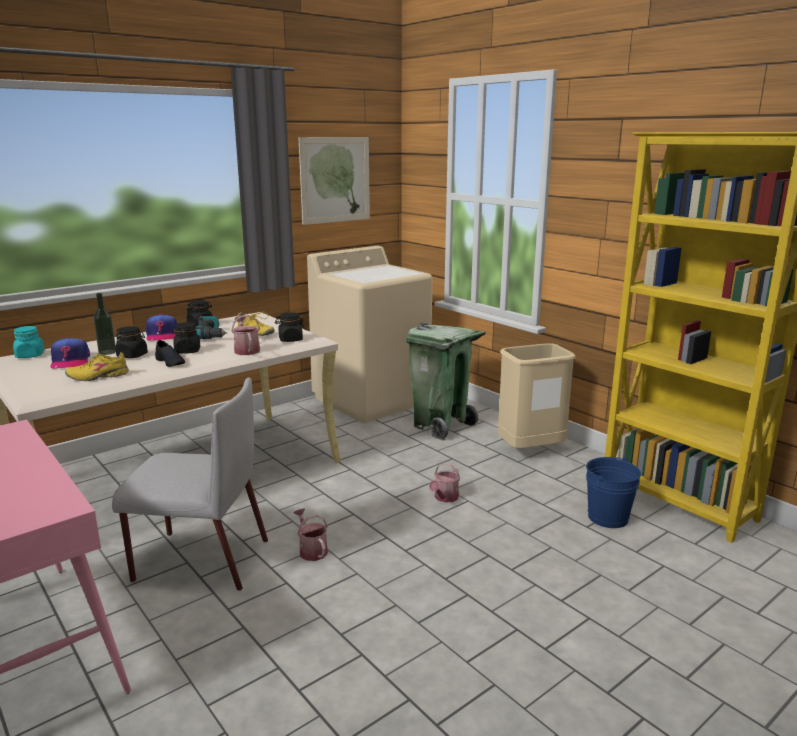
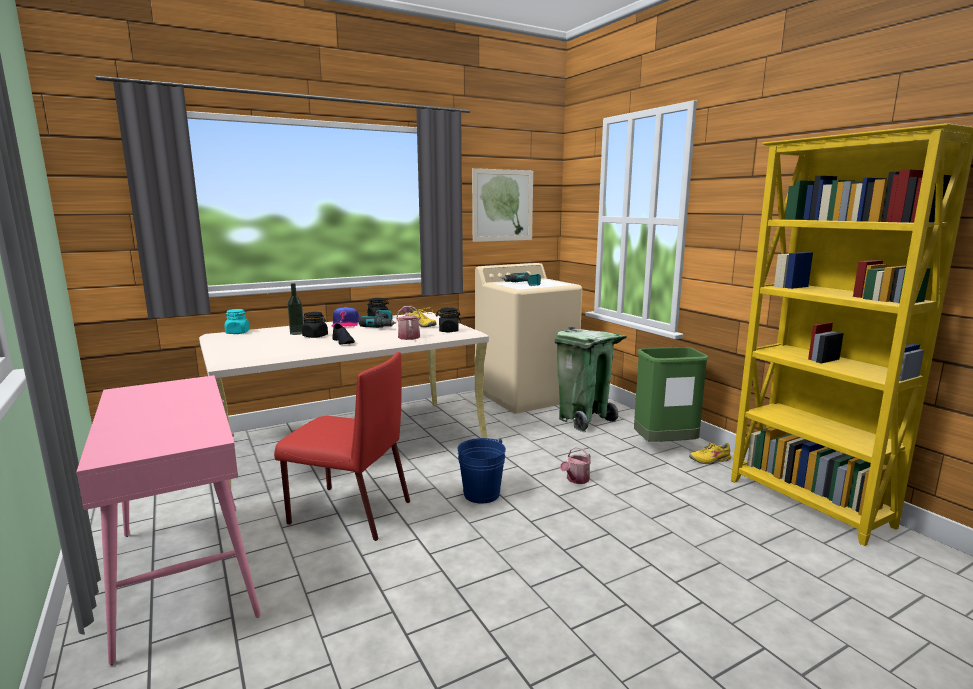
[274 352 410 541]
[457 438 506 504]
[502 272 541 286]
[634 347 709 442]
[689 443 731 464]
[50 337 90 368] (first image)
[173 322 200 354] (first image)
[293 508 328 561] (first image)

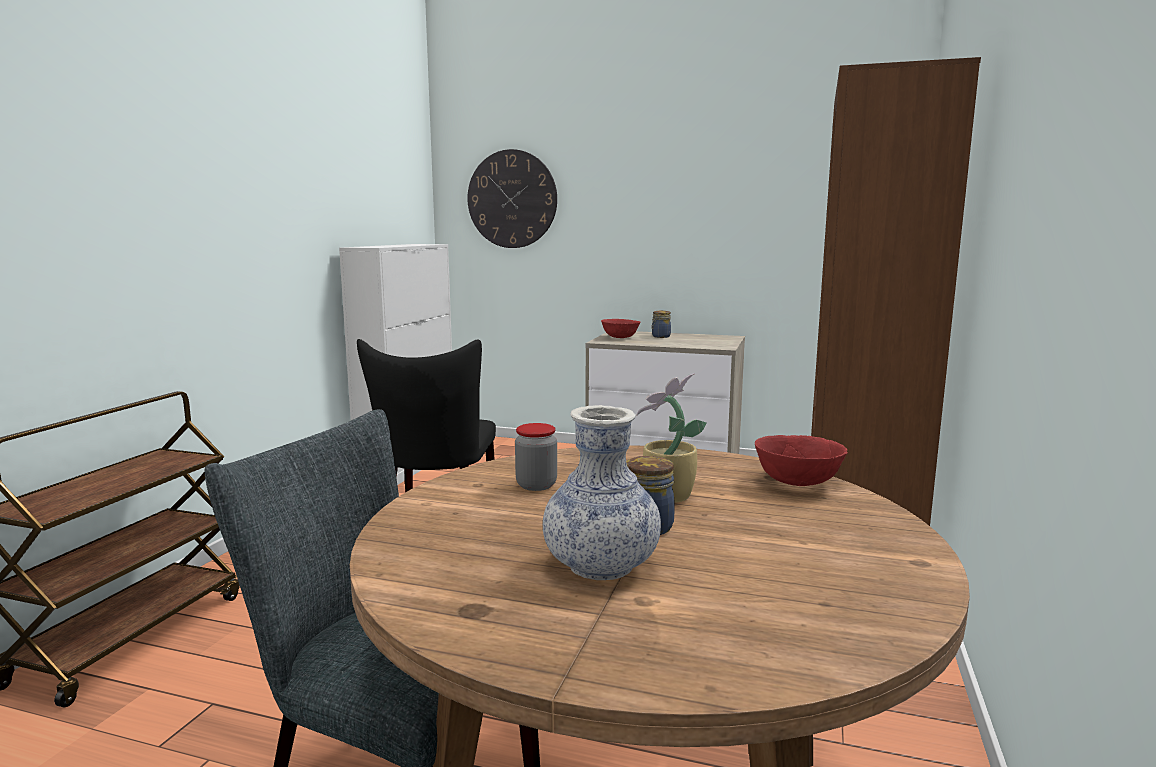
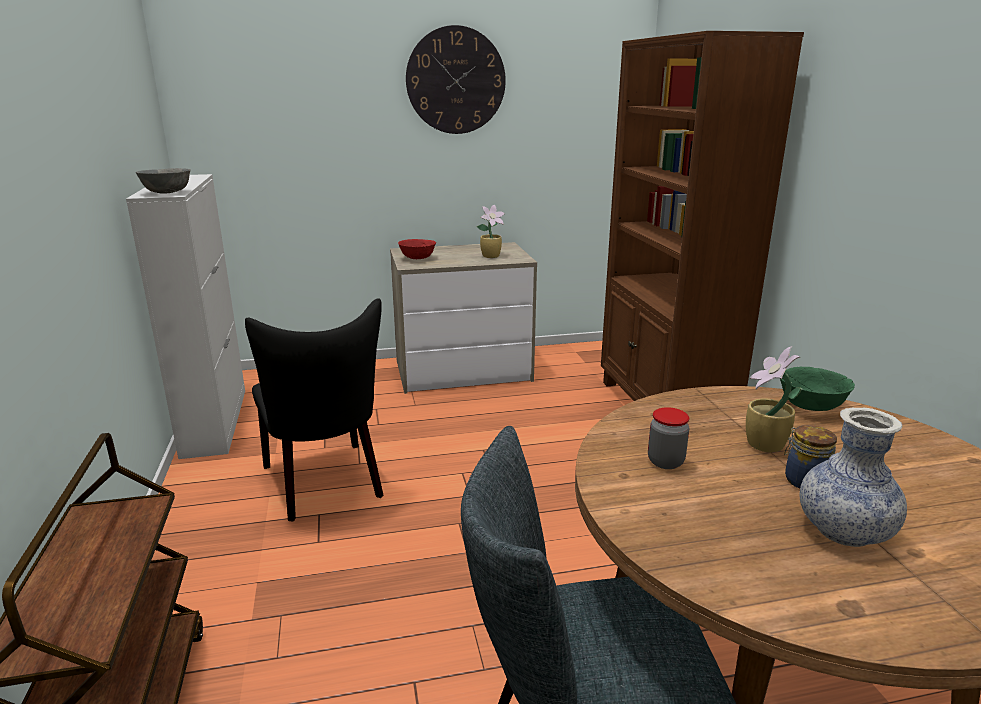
[136 168 190 194]
[406 25 506 134]
[477 205 505 258]
[780 367 855 411]
[651 310 671 338] (first image)

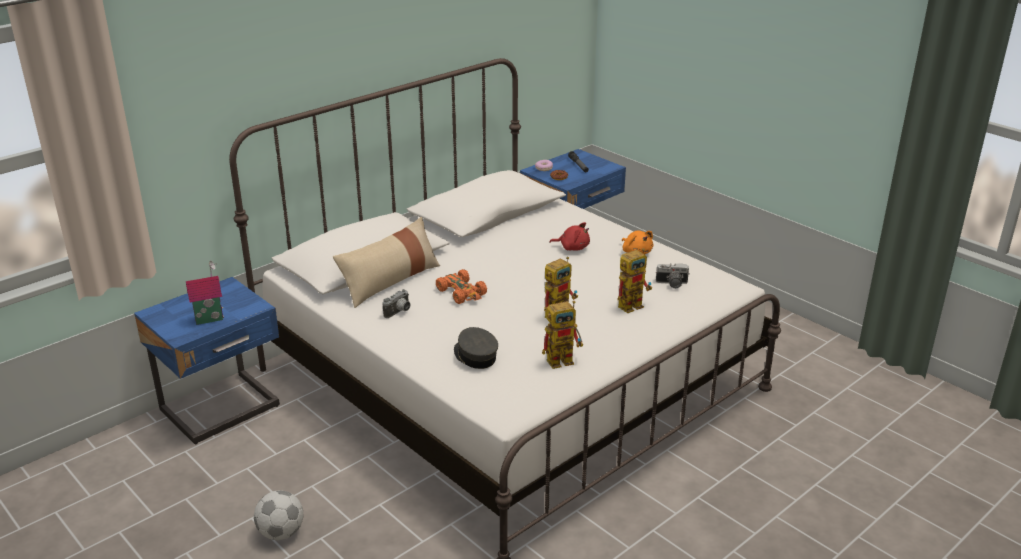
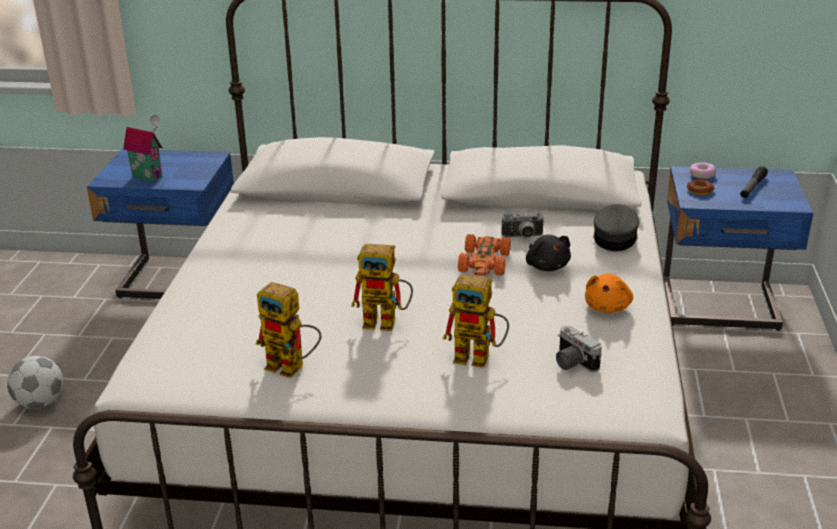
[458 234 511 276]
[501 212 544 238]
[526 235 571 271]
[593 204 639 251]
[333 217 440 308] (first image)

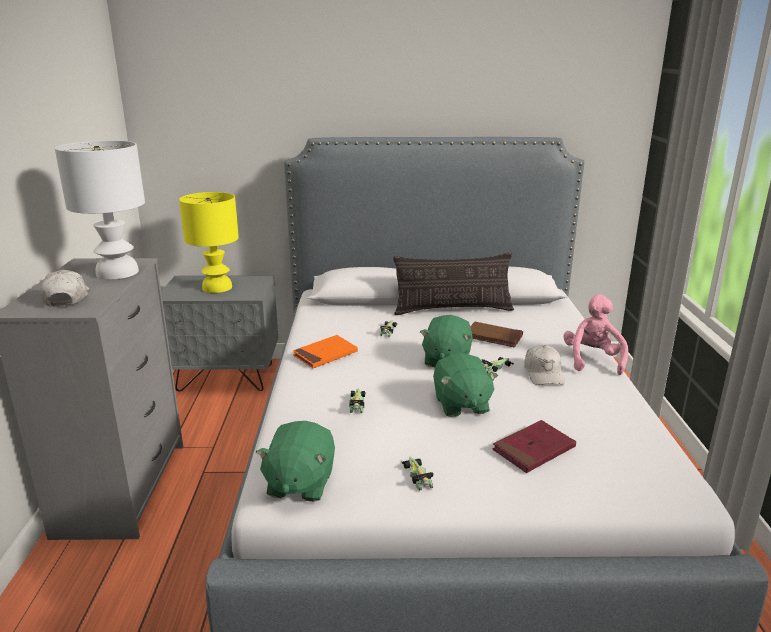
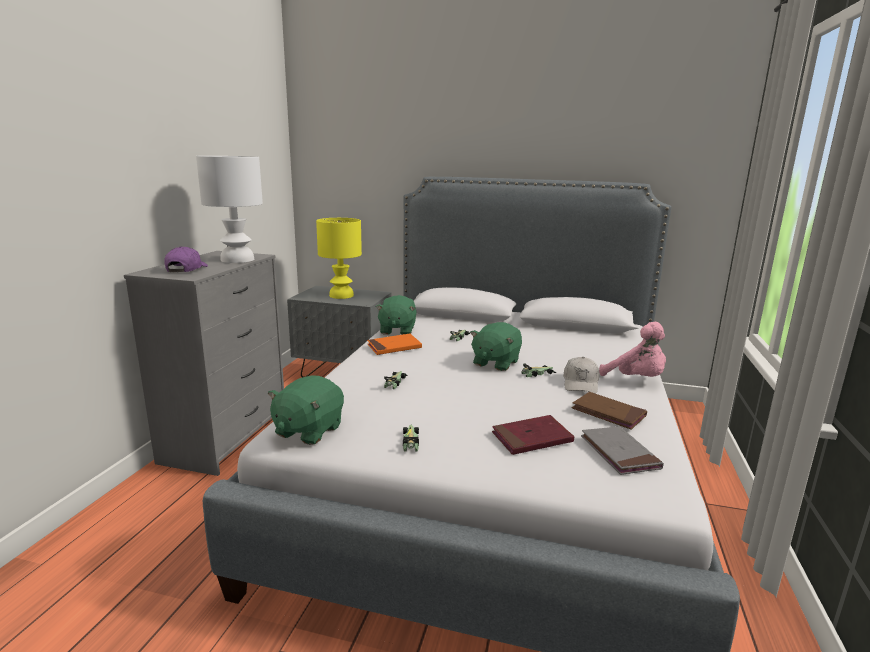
[164 246 208 272]
[376 295 416 335]
[572 392 647 430]
[581 426 664 475]
[599 322 666 377]
[393 253 514 315] (first image)

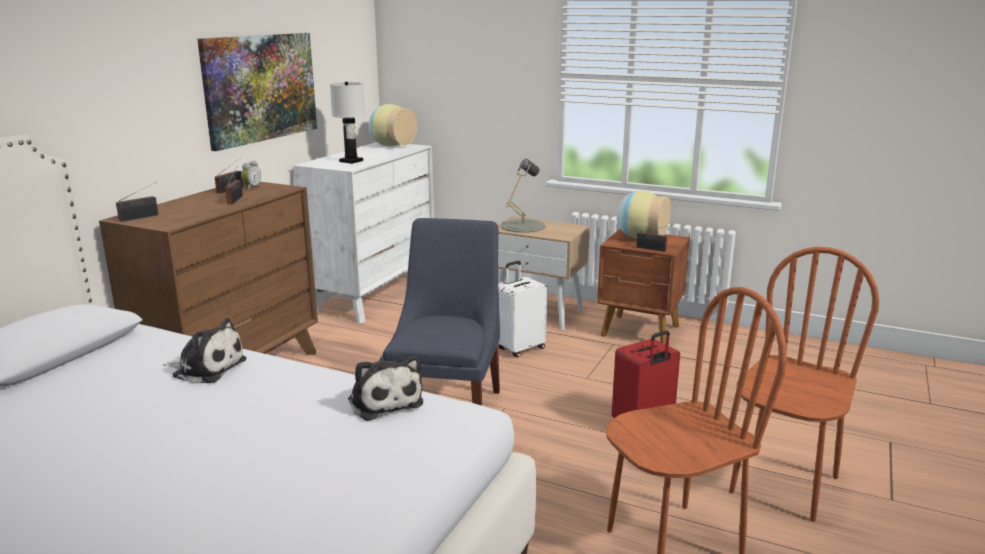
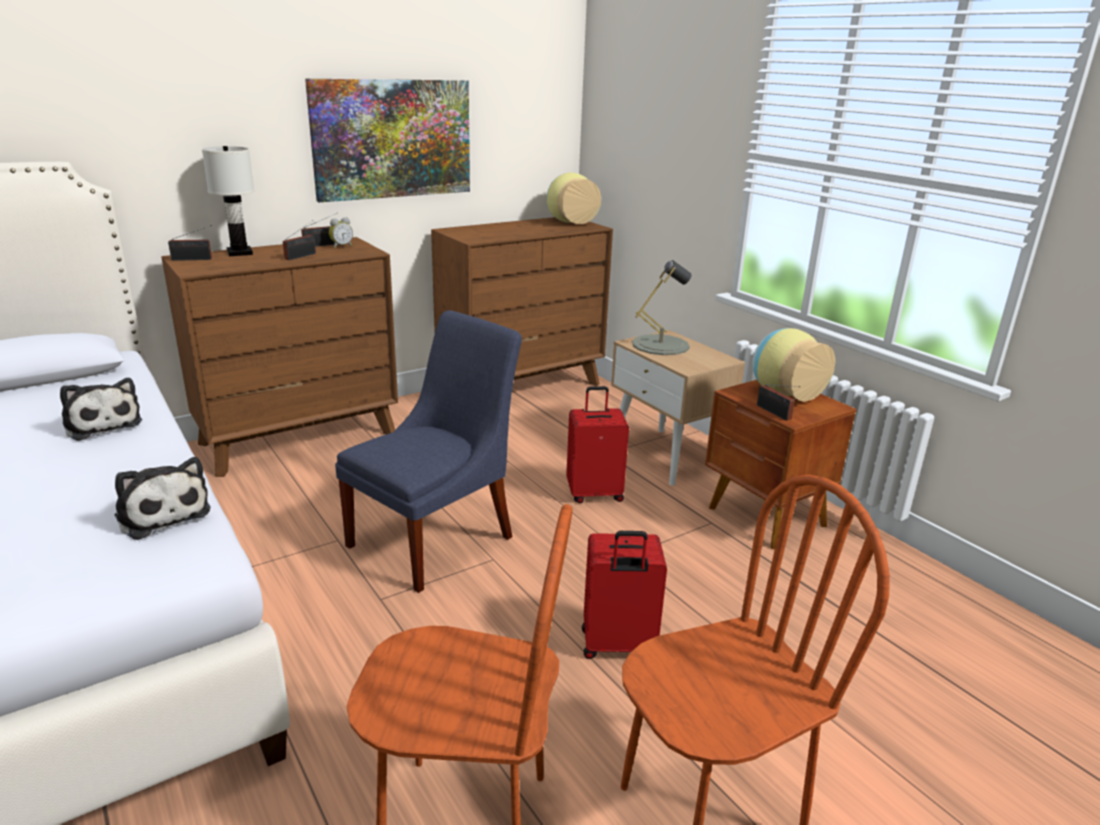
[115 457 211 540]
[202 146 254 256]
[431 217 613 386]
[566 386 629 503]

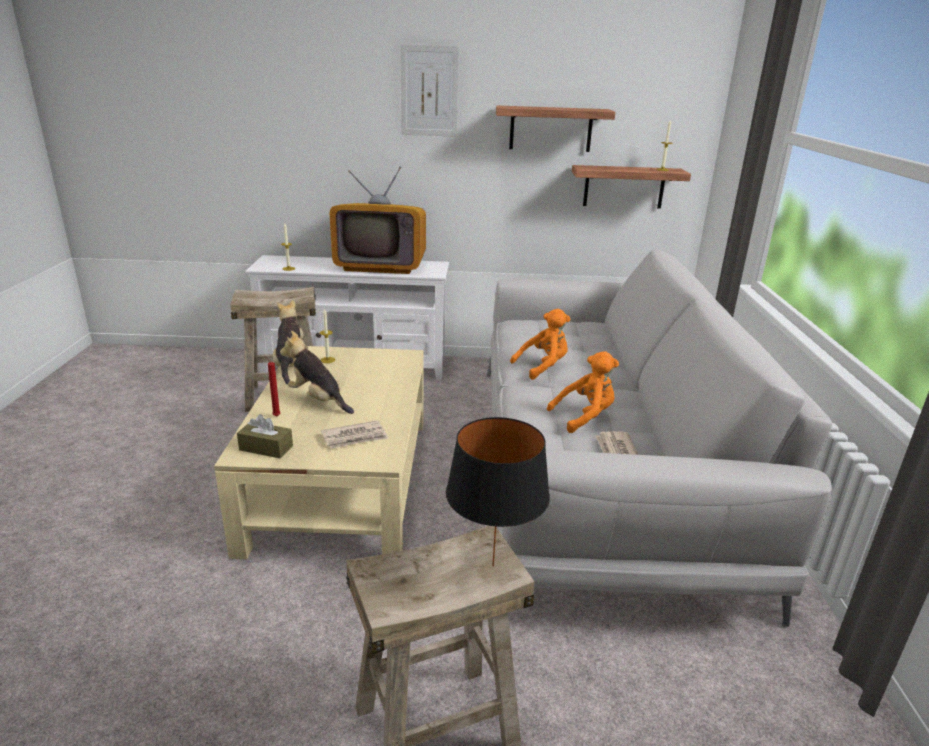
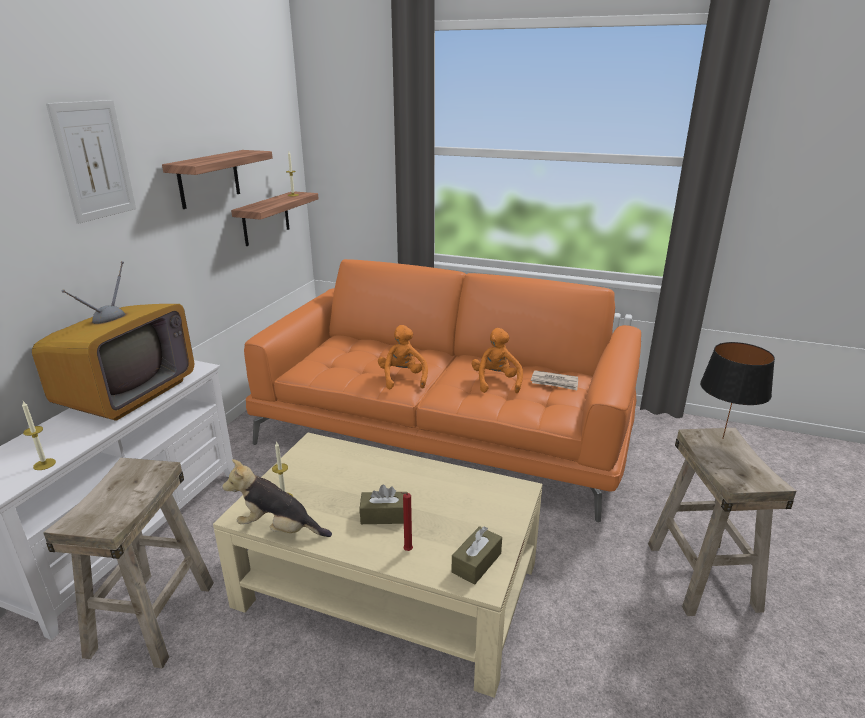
[244 259 641 522]
[360 485 408 524]
[321 420 389 449] (first image)

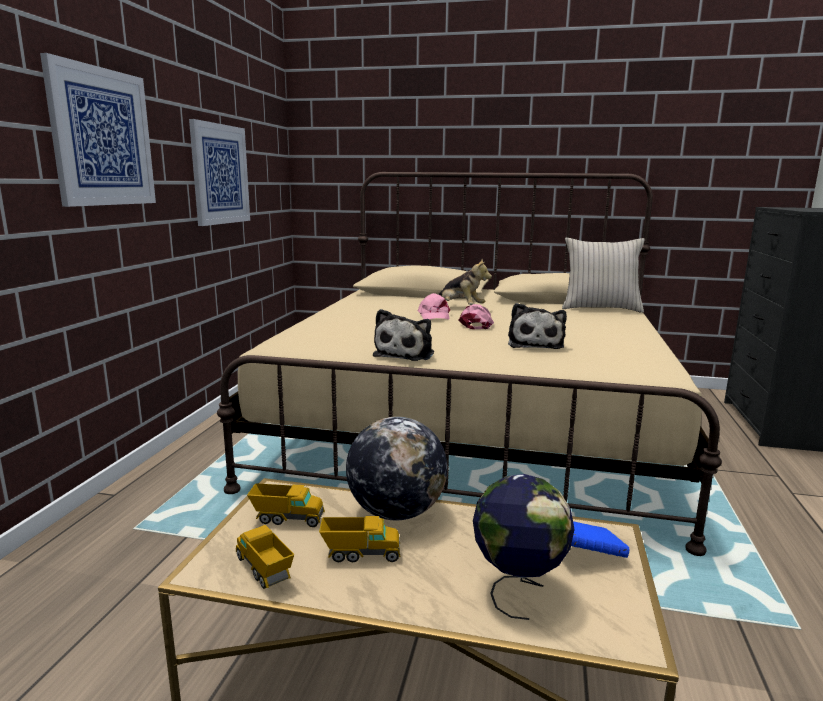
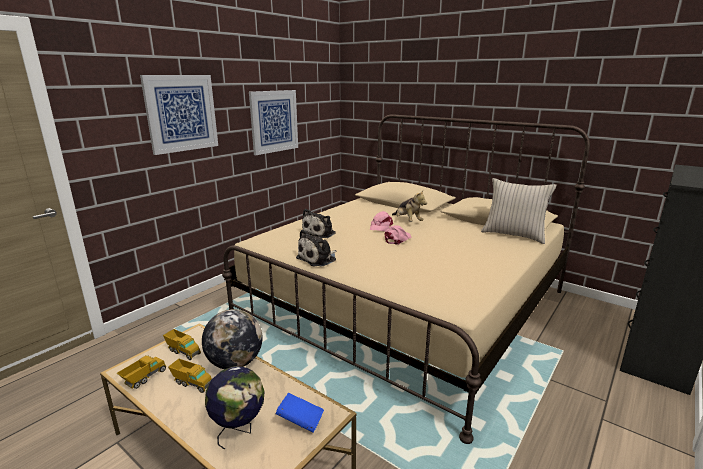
[117 355 167 389]
[302 209 336 238]

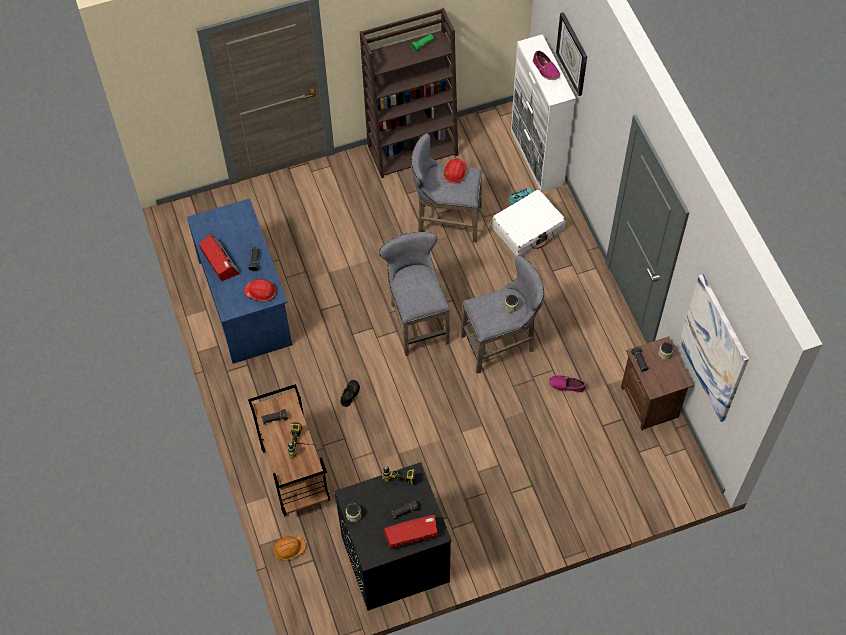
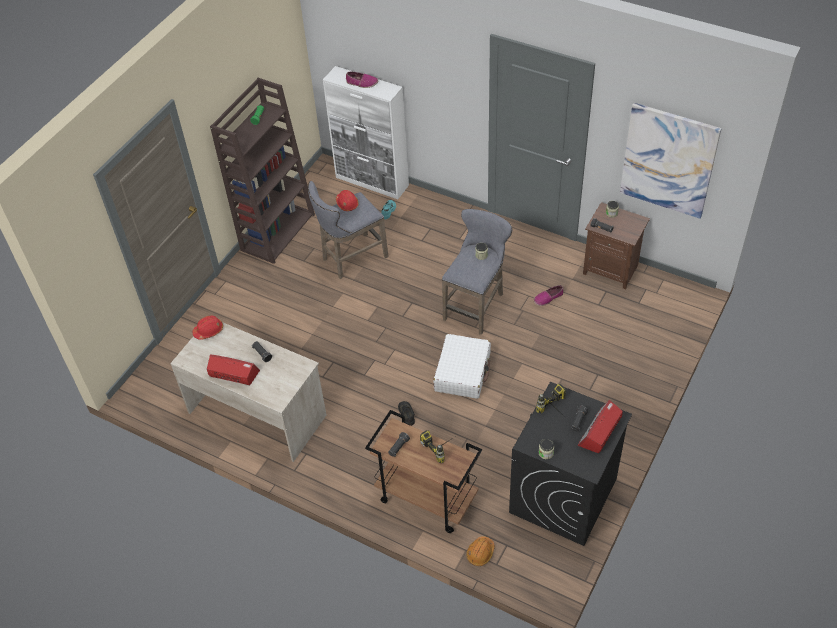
[170 322 326 462]
[193 315 223 340]
[433 334 491 399]
[379 232 450 356] (first image)
[556 12 587 96] (first image)

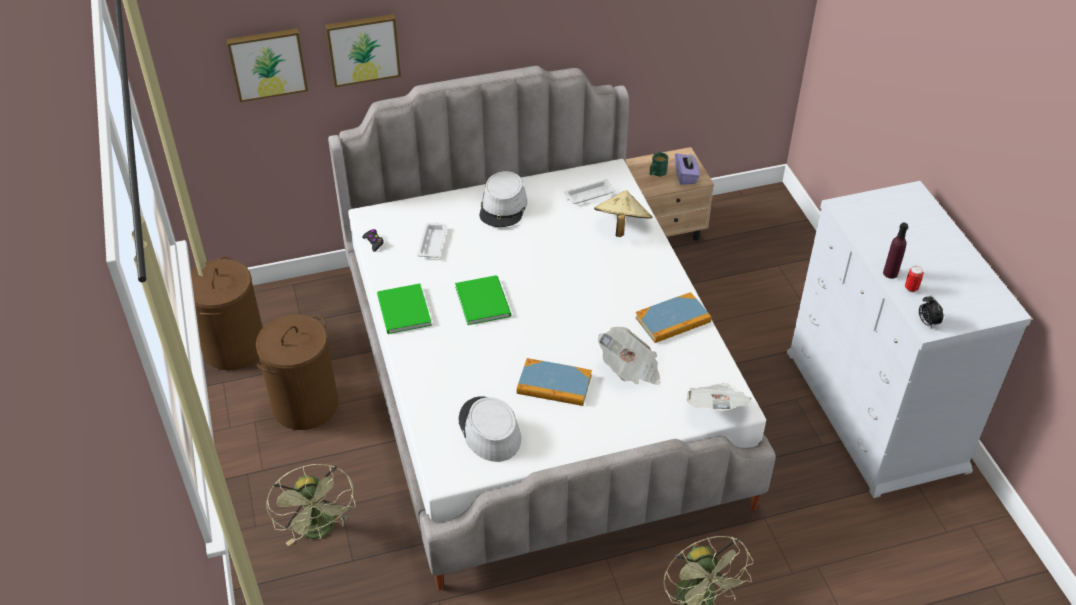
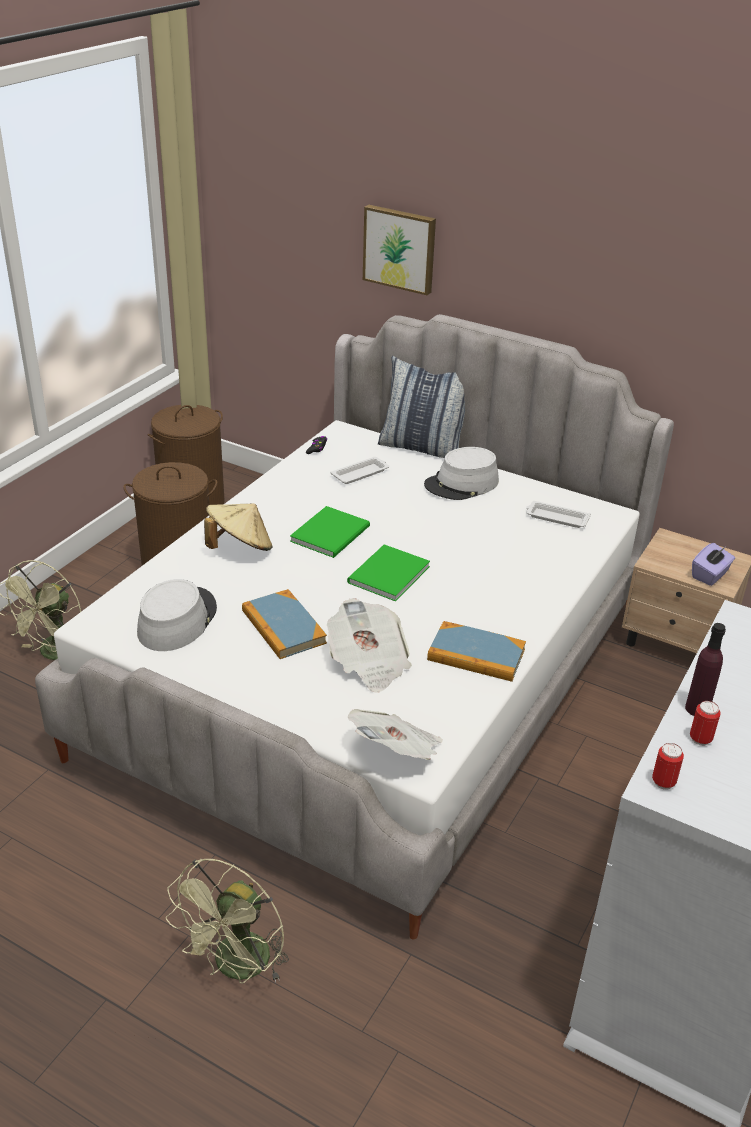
[204 504 272 551]
[347 544 430 602]
[378 356 465 458]
[652 743 684 790]
[227 28 308 102] (first image)
[650 152 669 177] (first image)

